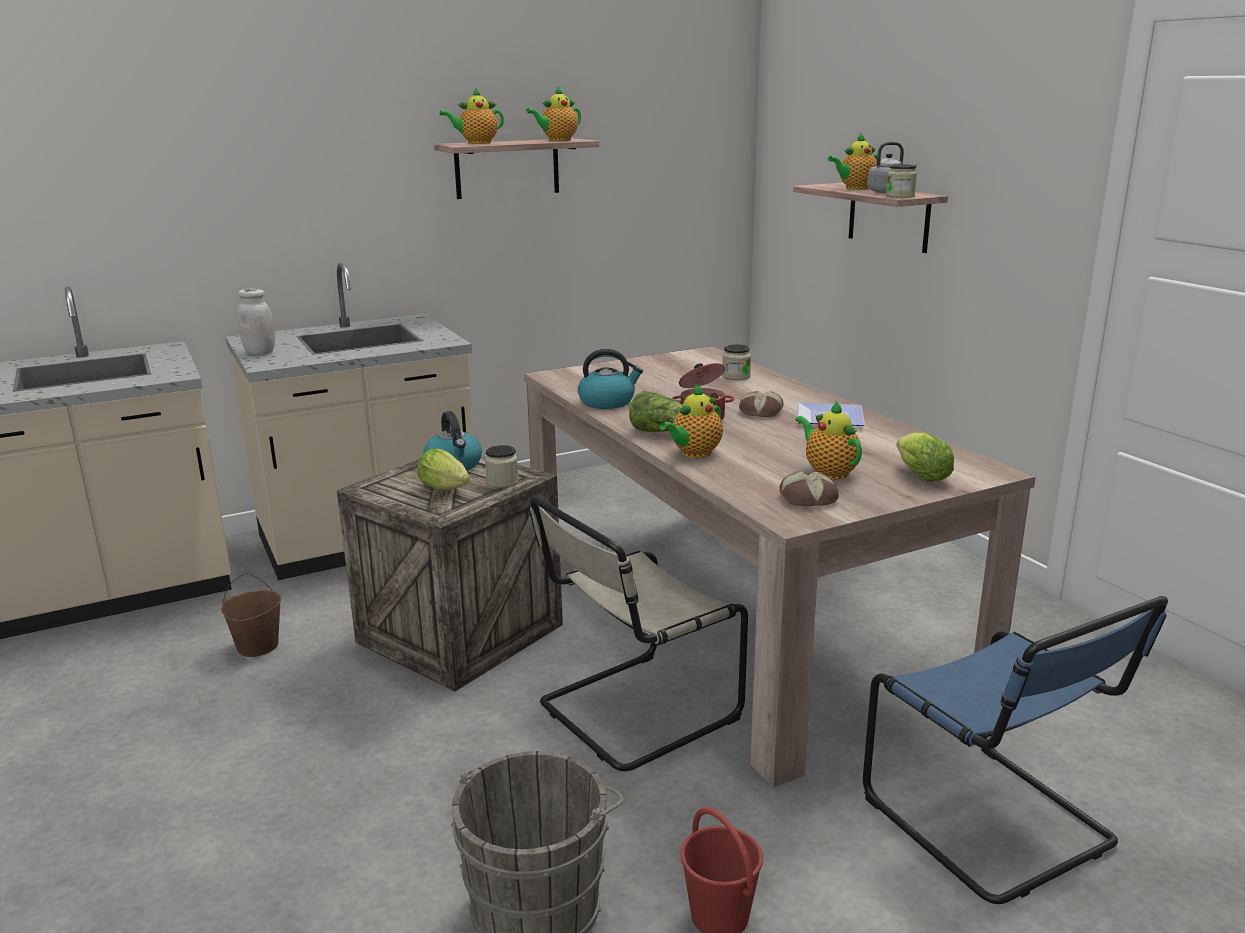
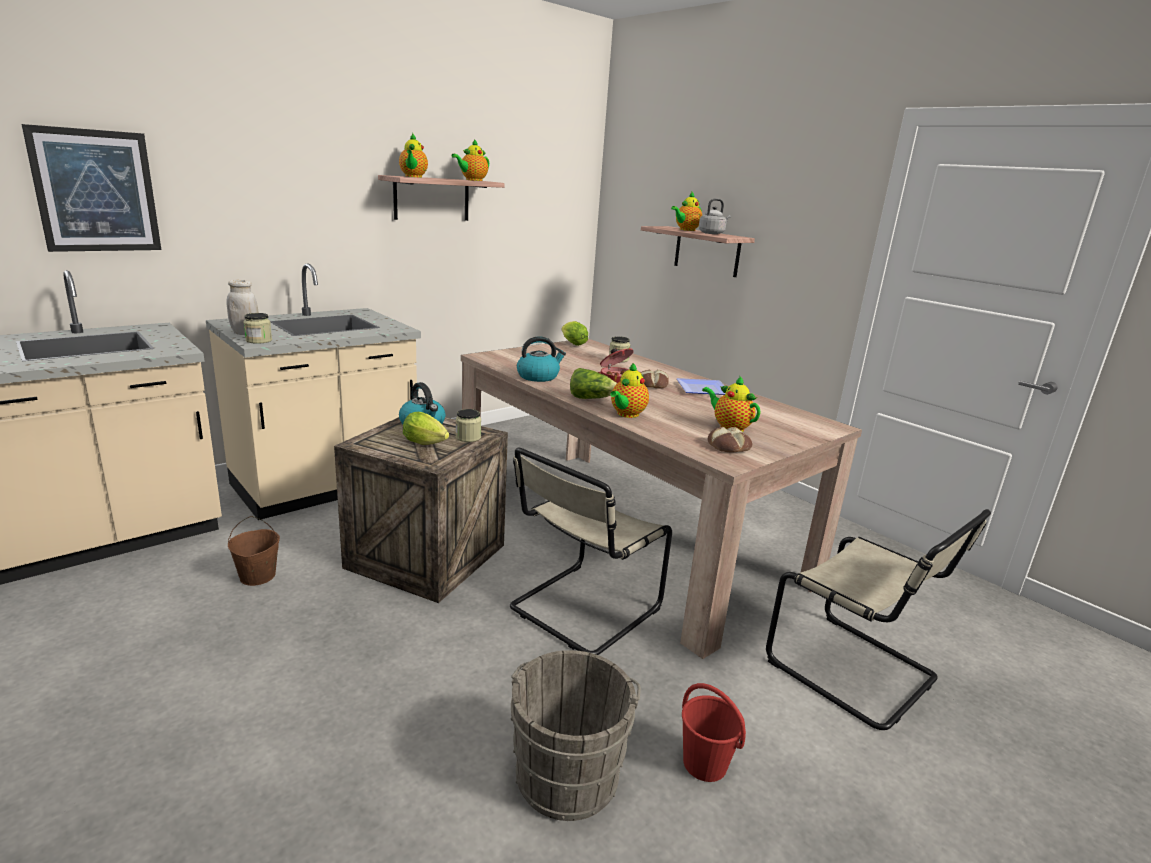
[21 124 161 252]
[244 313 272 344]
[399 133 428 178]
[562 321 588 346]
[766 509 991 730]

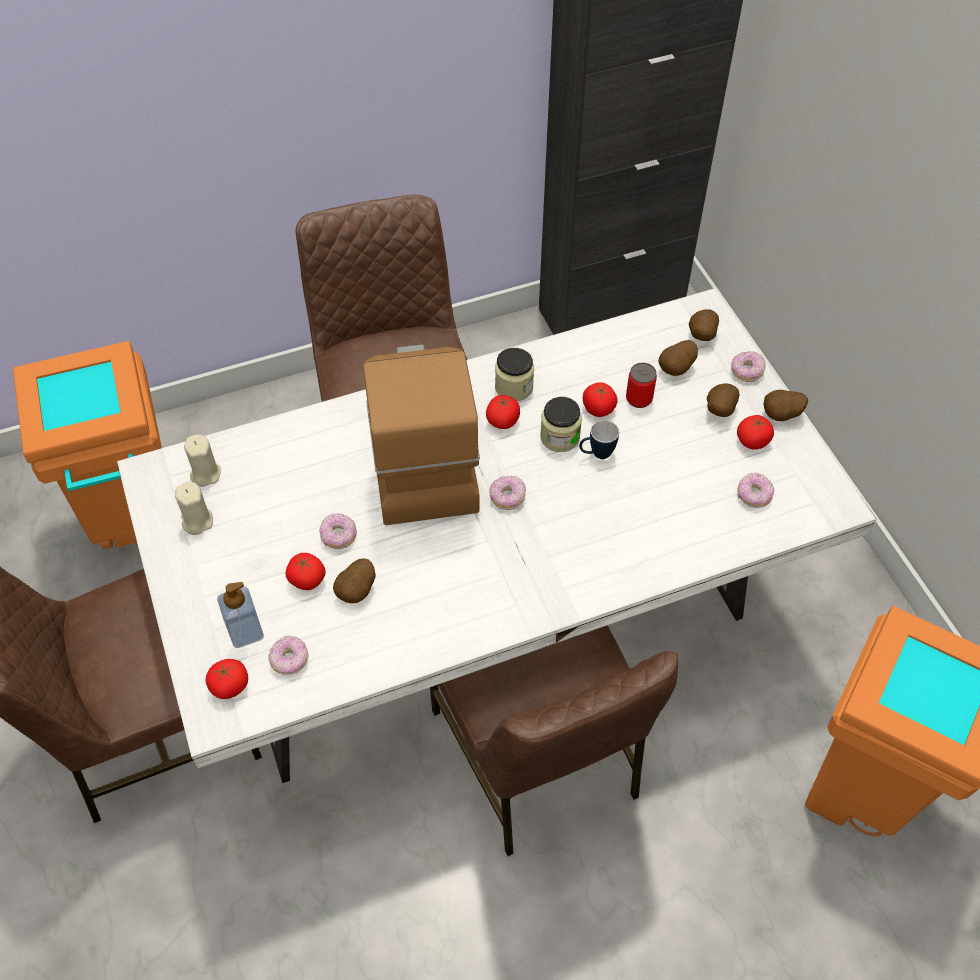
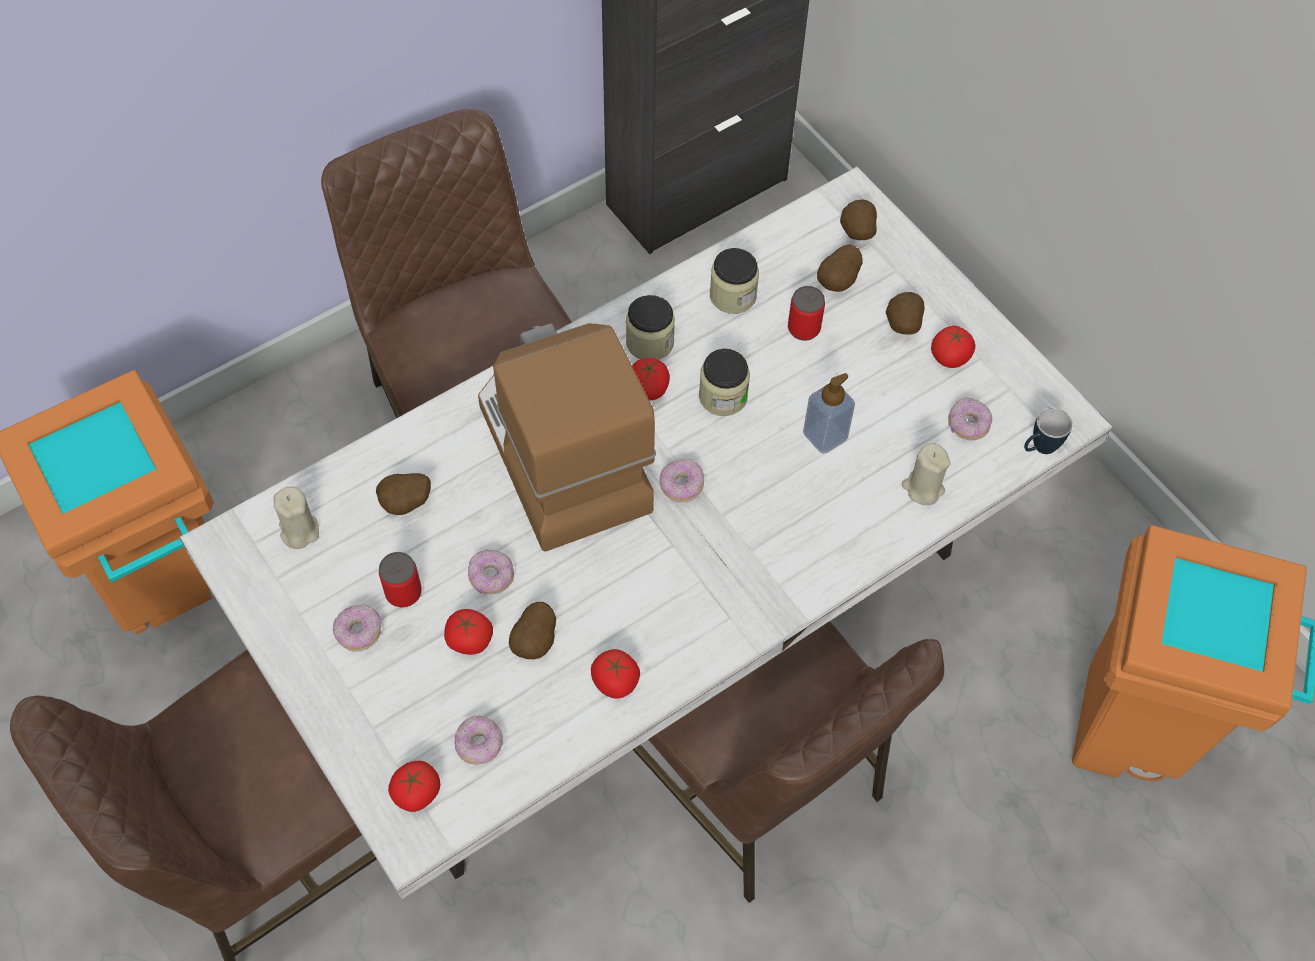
[333 604 381 651]
[376 473 431 515]
[379 552 422 607]
[591 649 640 698]
[710 248 759 314]
[803 373 855 454]
[902 443 951 505]
[1024 408 1072 454]

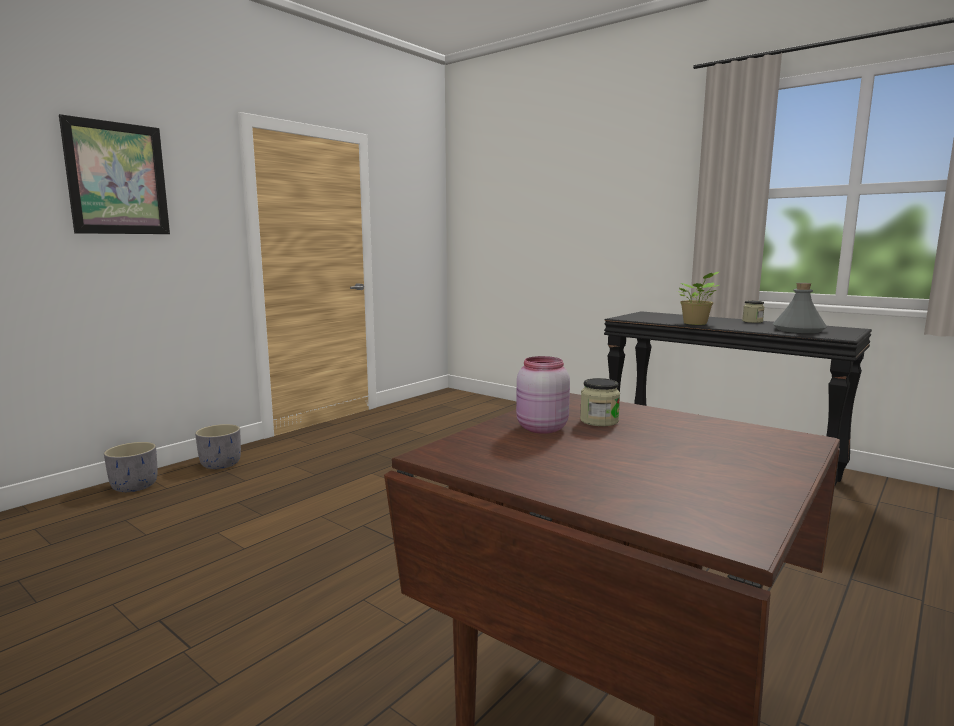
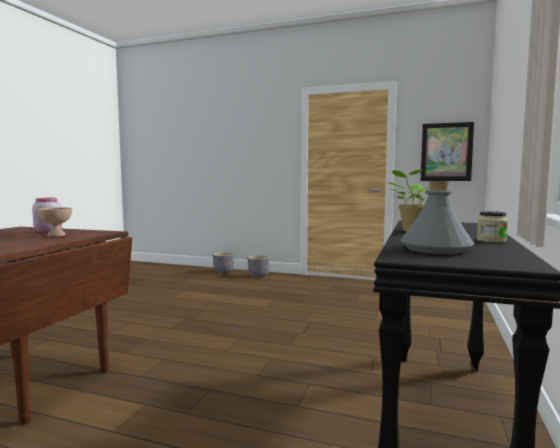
[37 207 72 237]
[421 122 474 181]

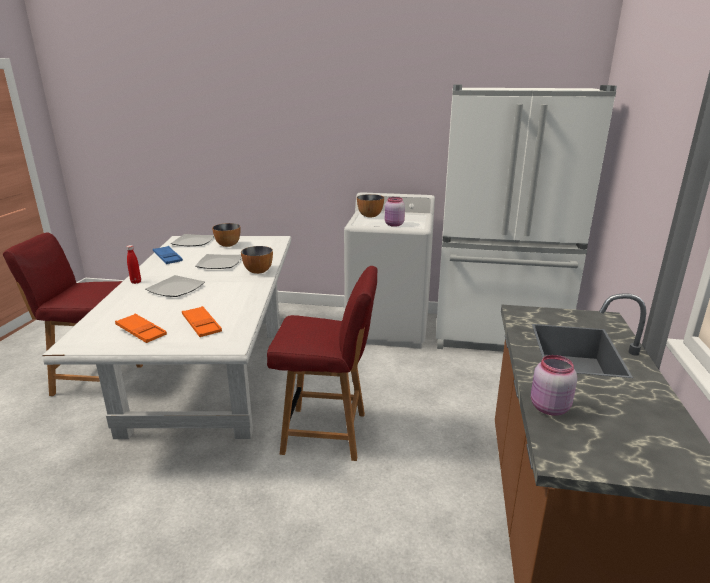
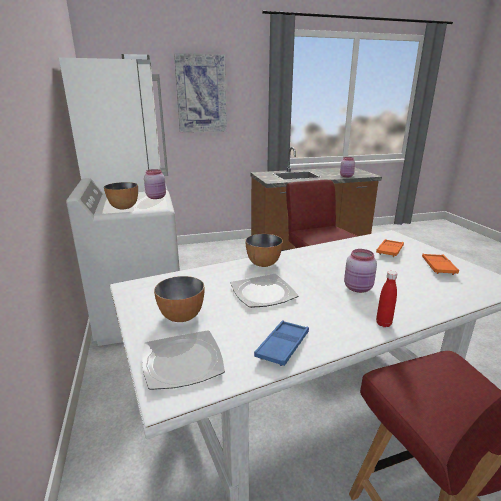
[174 53 227 132]
[344 249 377 293]

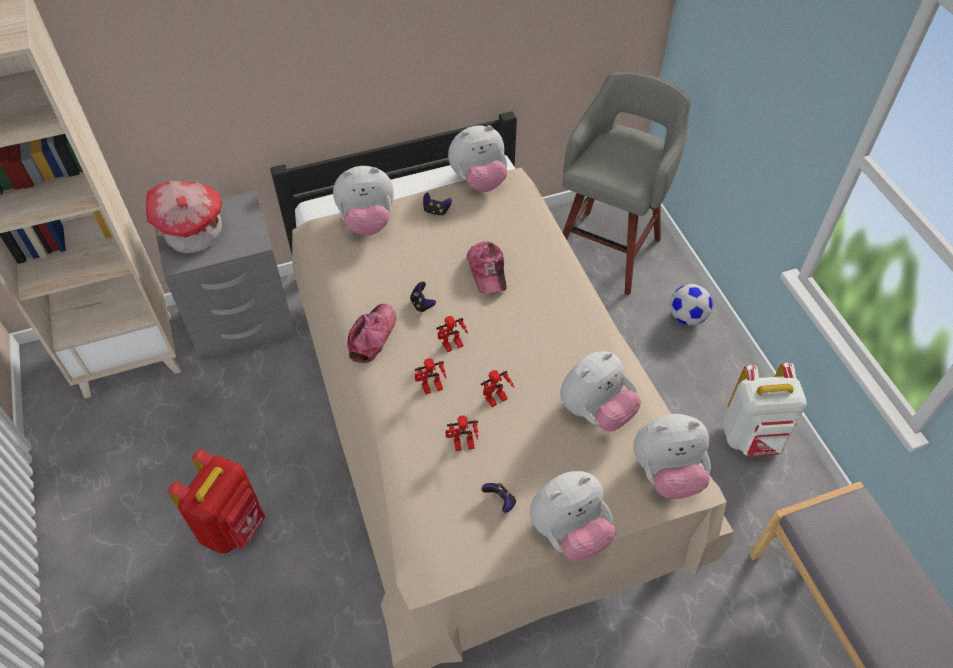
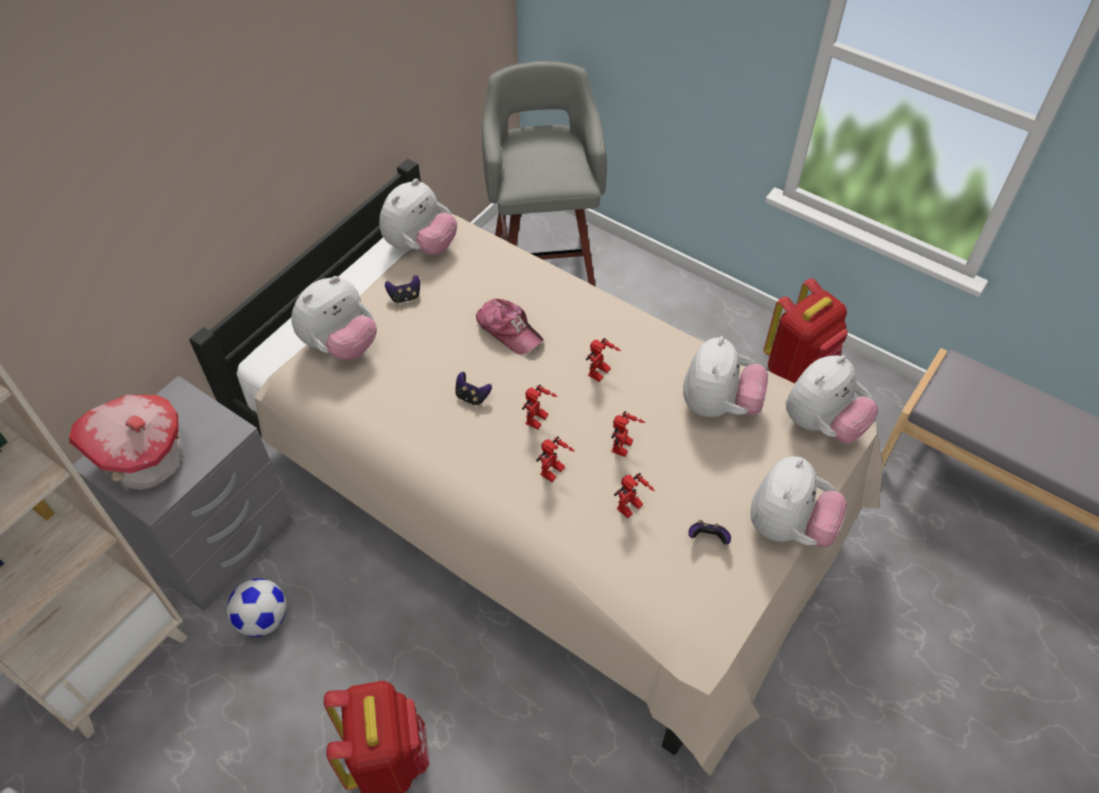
[227 578 287 637]
[586 338 621 382]
[764 278 848 383]
[347 304 396 363] (first image)

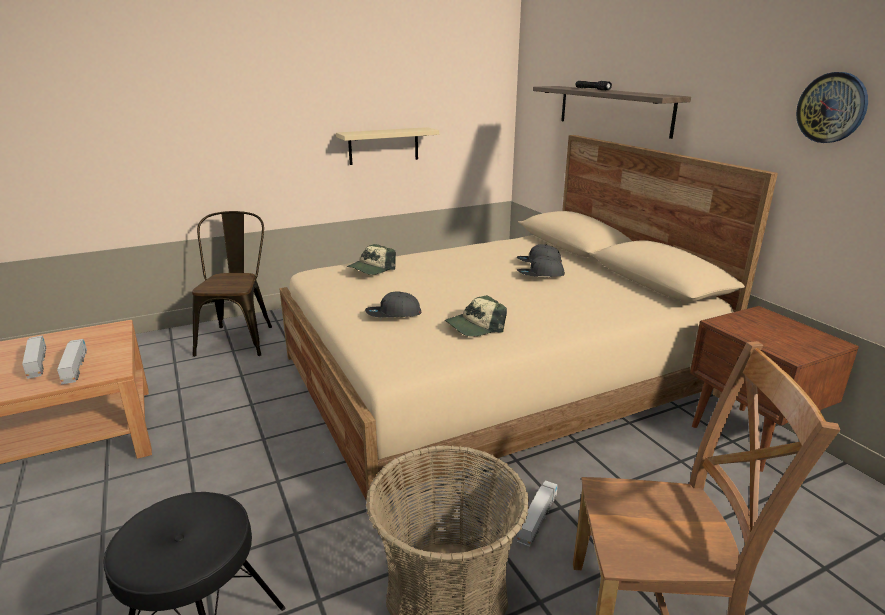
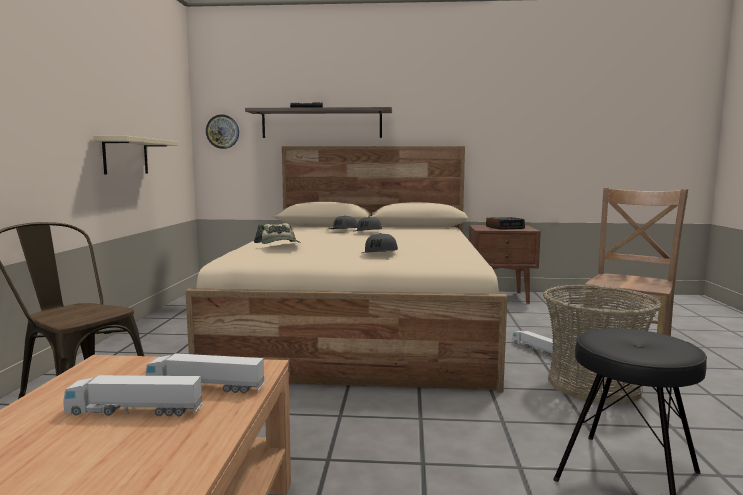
[206 114 239 149]
[486 217 525 230]
[445 295 507 337] (first image)

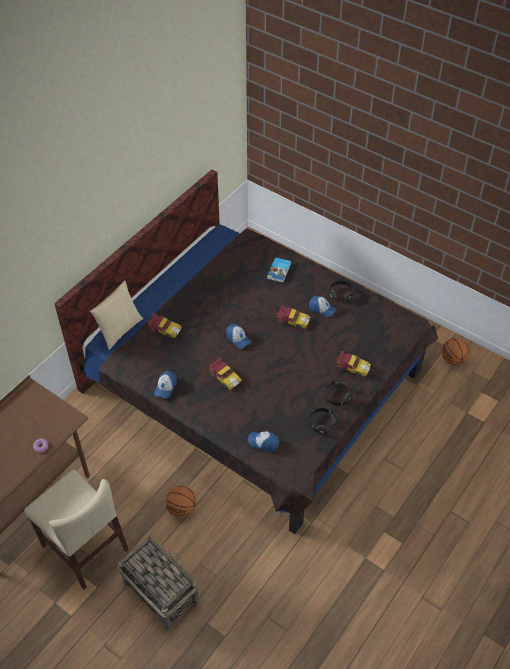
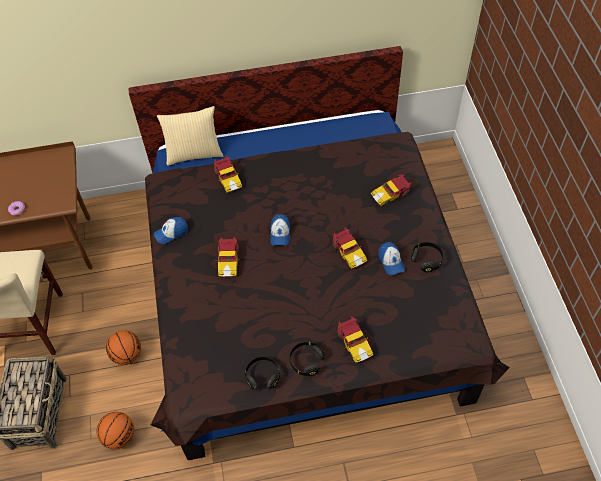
[97 412 134 449]
[371 174 411 206]
[248 432 279 452] (first image)

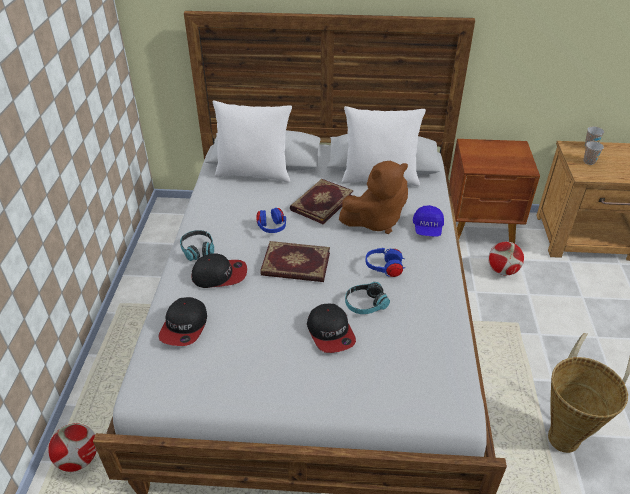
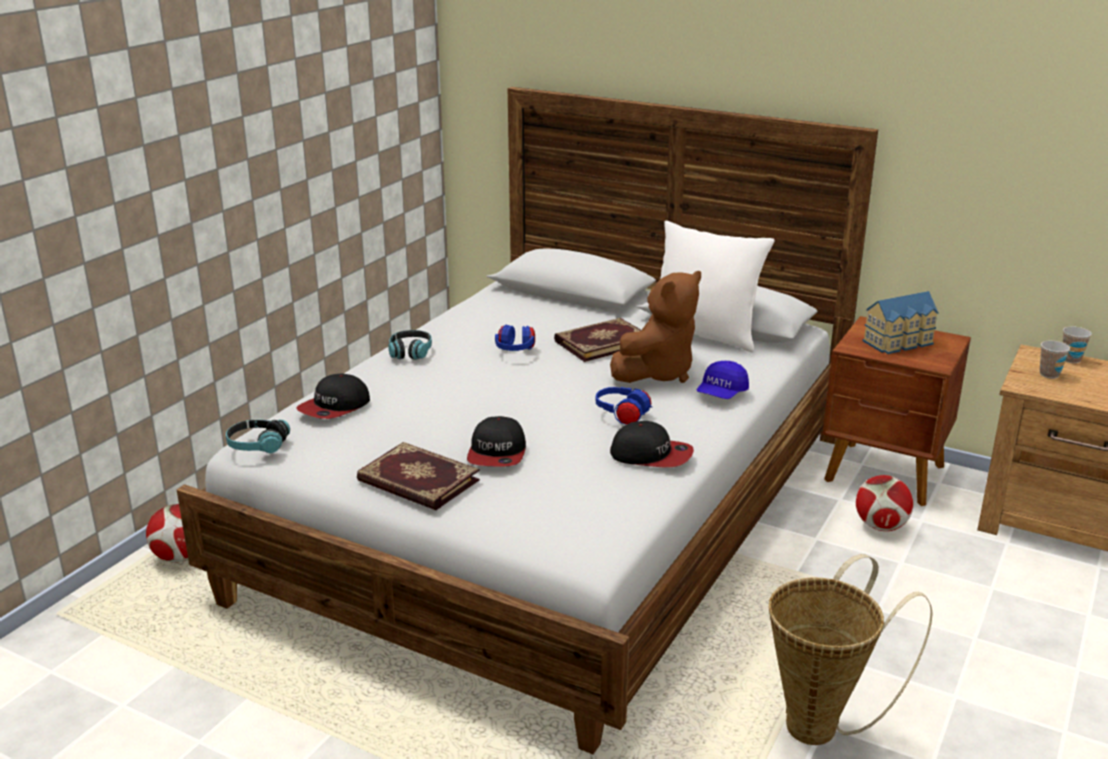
[226 420 290 453]
[357 442 480 510]
[610 271 701 383]
[610 421 694 468]
[863 291 939 354]
[213 100 292 183] (first image)

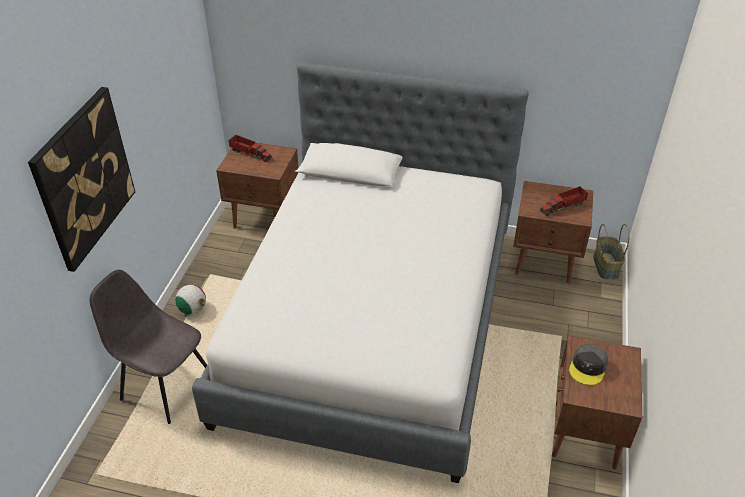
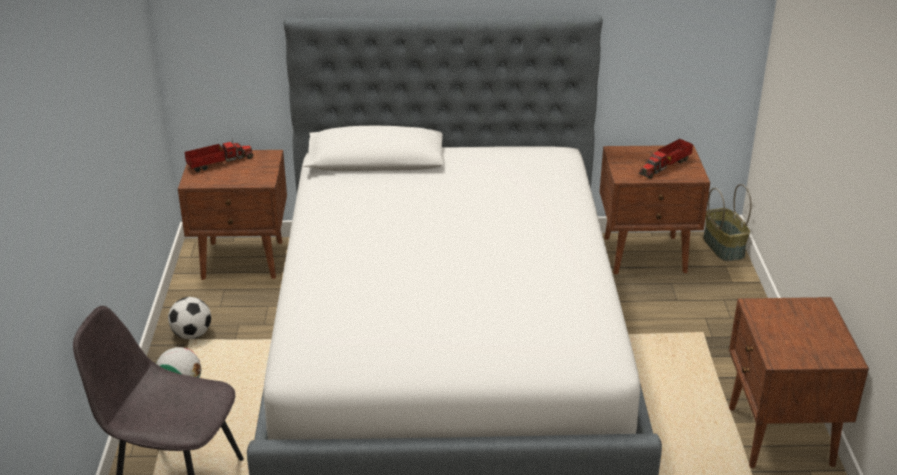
[168 297 211 339]
[185 139 253 172]
[28 87 135 272] (first image)
[569 344 608 385] (first image)

